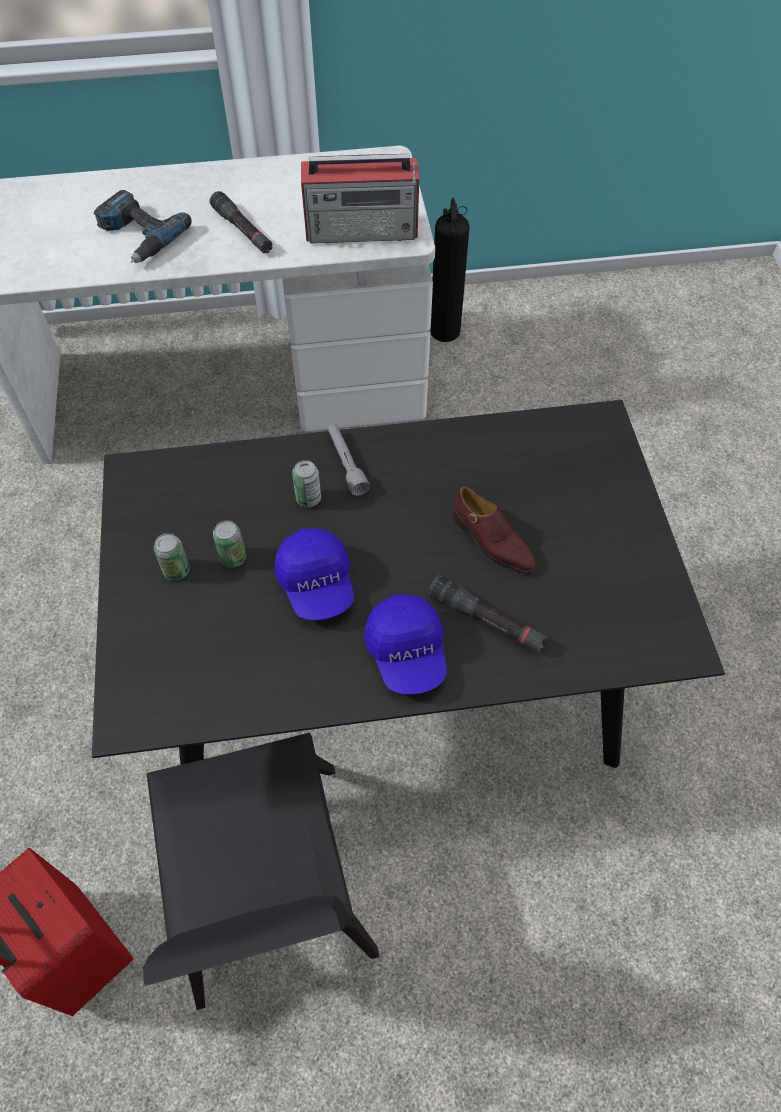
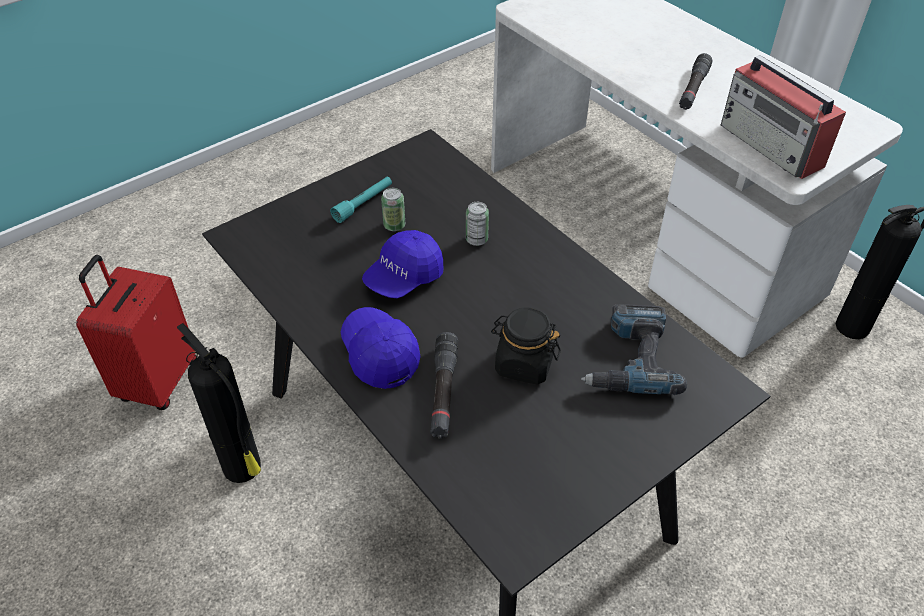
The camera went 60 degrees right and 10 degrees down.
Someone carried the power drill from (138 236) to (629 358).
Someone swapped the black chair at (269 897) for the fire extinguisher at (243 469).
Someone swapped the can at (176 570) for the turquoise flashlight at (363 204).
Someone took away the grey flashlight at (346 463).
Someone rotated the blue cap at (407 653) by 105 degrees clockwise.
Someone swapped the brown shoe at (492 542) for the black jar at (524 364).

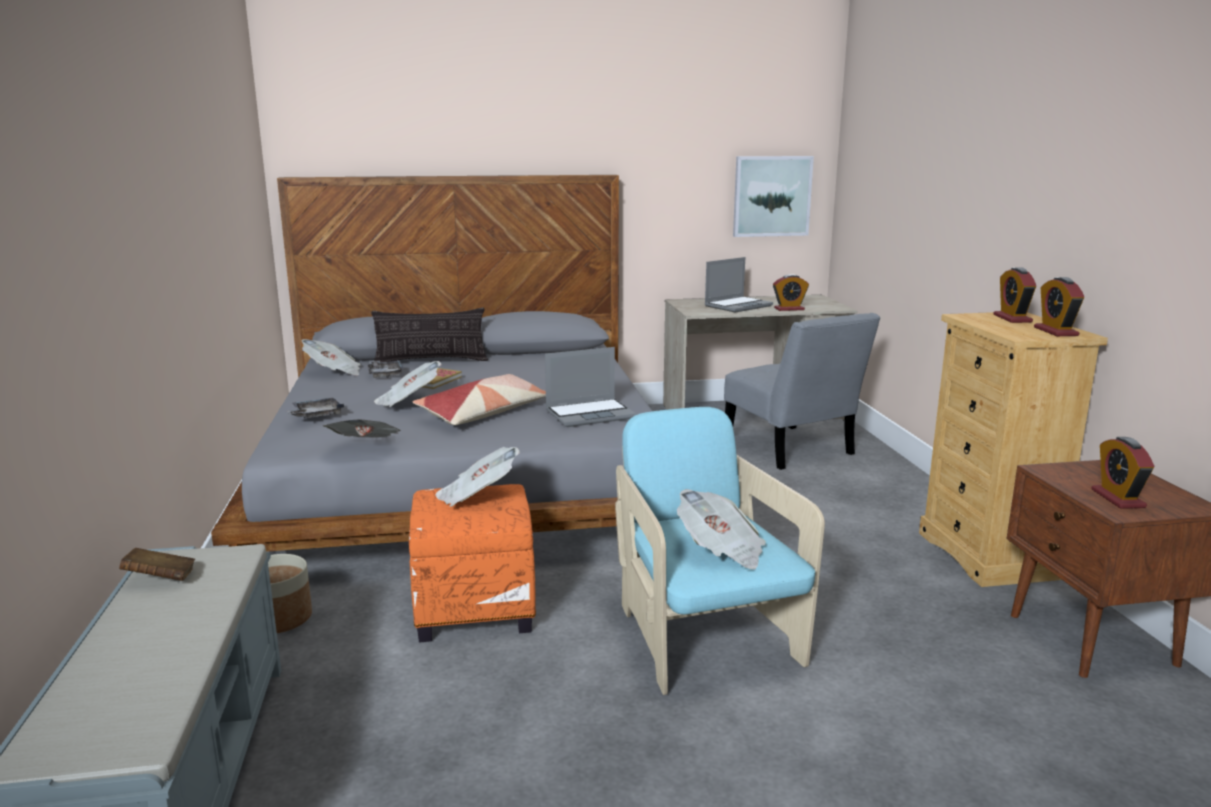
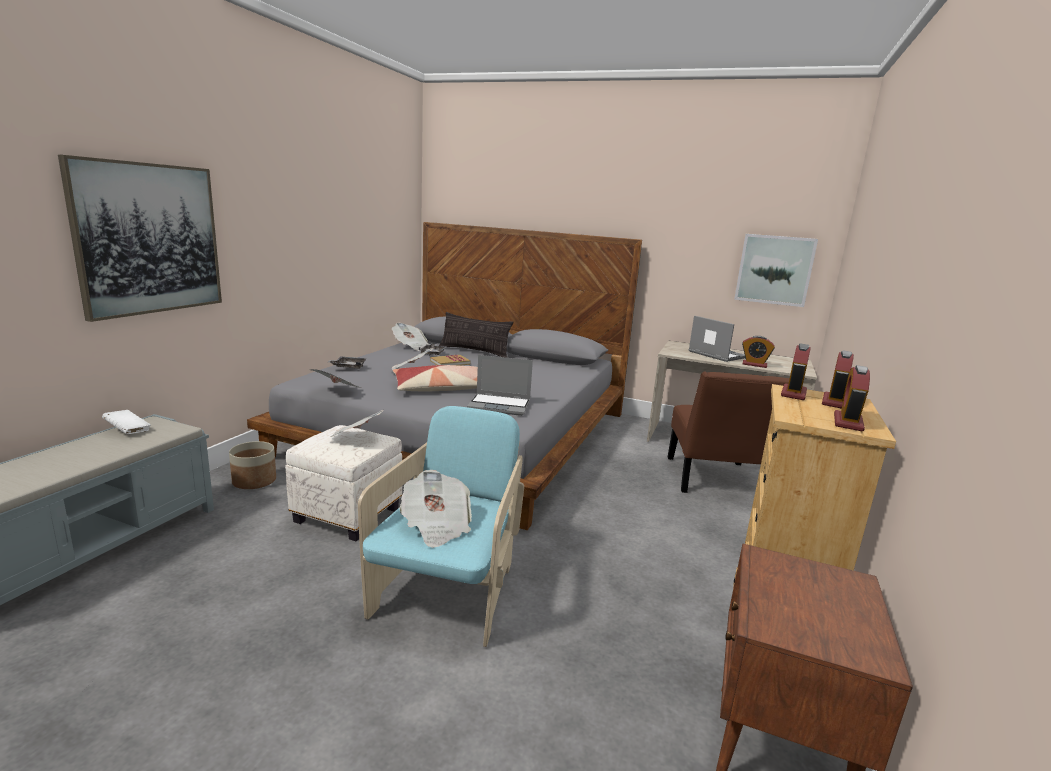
The camera went 30 degrees right and 0 degrees up.
Someone repainted the brown book at (160 579), which became the white book at (128 431).
Someone repainted the orange ottoman at (476 609), which became the white ottoman at (349 515).
Someone rotated the laptop at (738 306) by 120 degrees counterclockwise.
Someone repainted the grey chair at (791 450), which became the brown chair at (713 480).
Someone carried the alarm clock from (1118 498) to (793 393).
Someone put up the picture at (149 239).

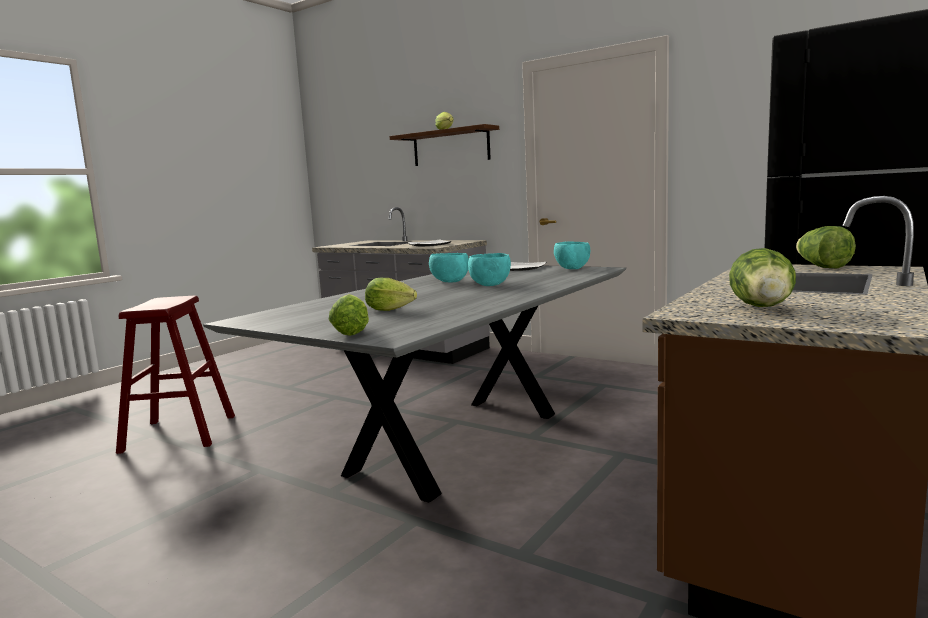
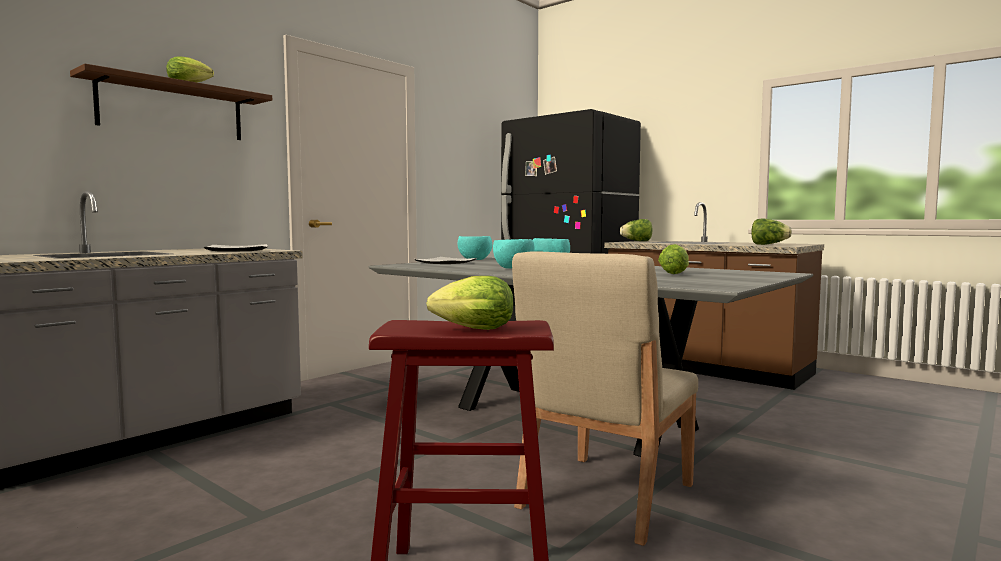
The camera went 85 degrees left and 5 degrees down.
Someone carried the lettuce from (352 332) to (469 329).
Someone put down the beige chair at (604 496).

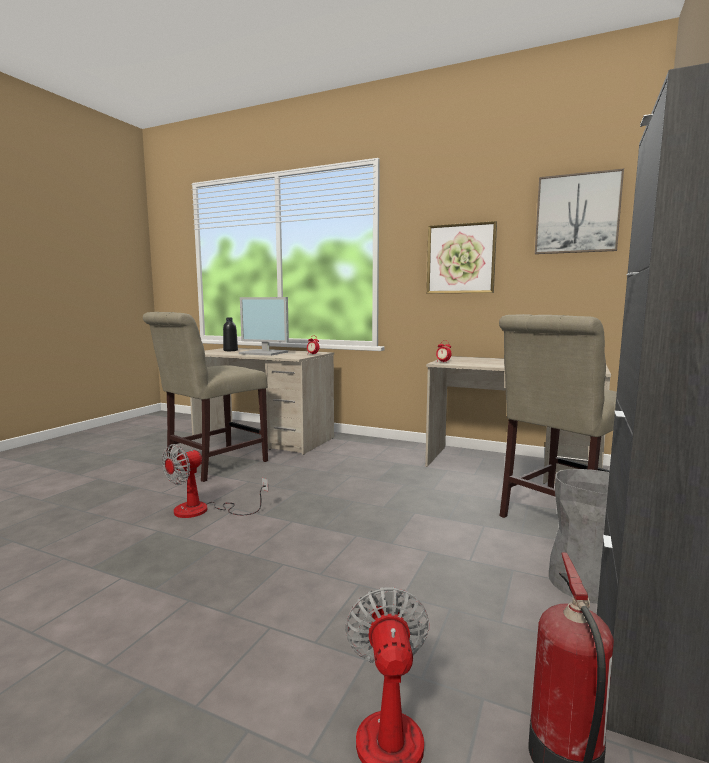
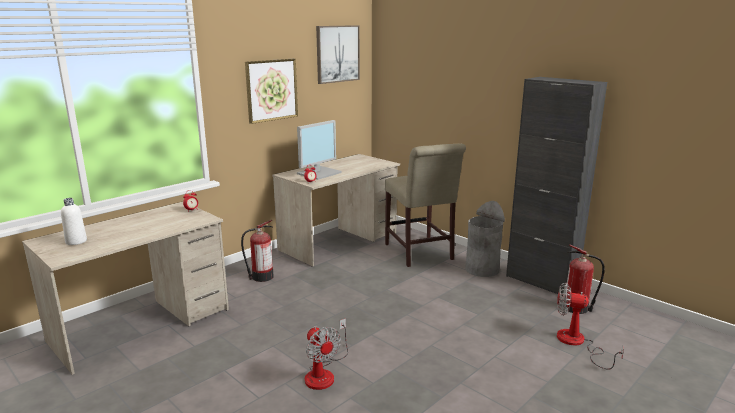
The camera went 70 degrees left and 10 degrees up.
Someone took away the beige chair at (212 465).
Someone repainted the black bottle at (230 350), which became the white bottle at (76 241).
Someone carried the monitor from (265 353) to (319 173).
Someone put down the fire extinguisher at (261 277).

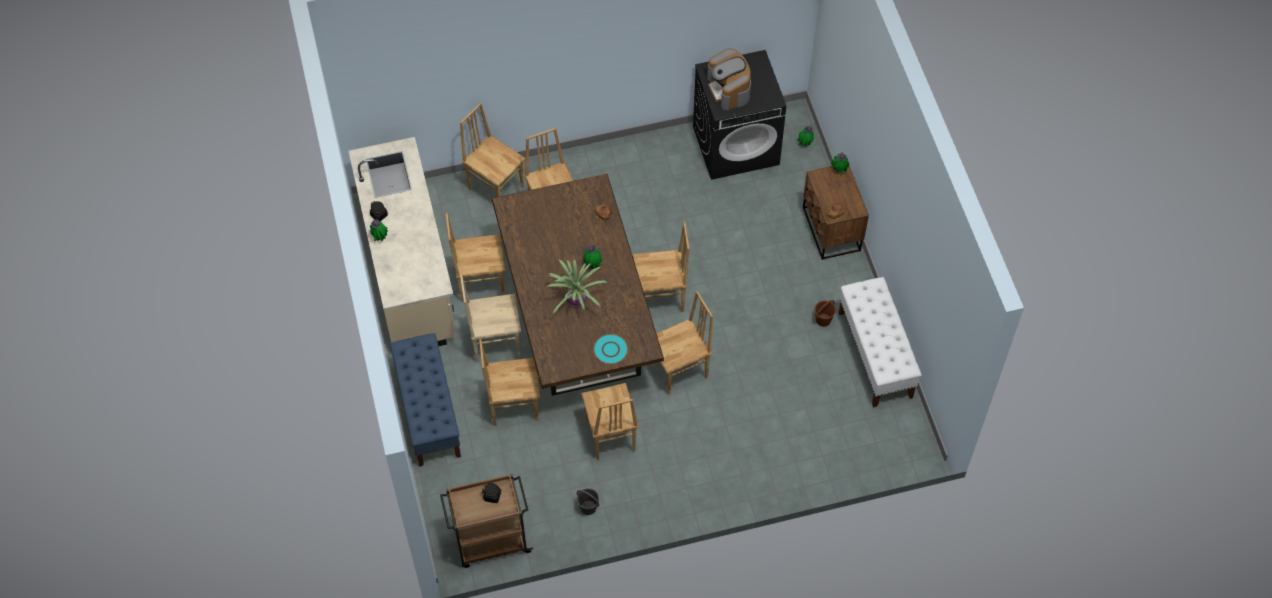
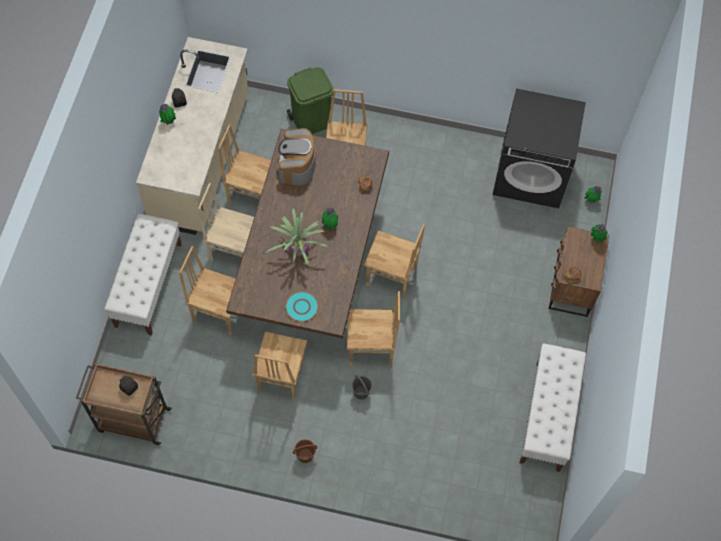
The camera went 25 degrees right and 5 degrees up.
Someone repainted the blue bench at (428 411), which became the white bench at (148 284).
Someone swapped the brown chair at (496 187) for the green trash can at (311 121).
Someone carried the grey bucket from (588 507) to (361 392).
Someone carried the coffee machine from (729 89) to (297 165).
Someone carried the brown bucket from (823 320) to (305 455).

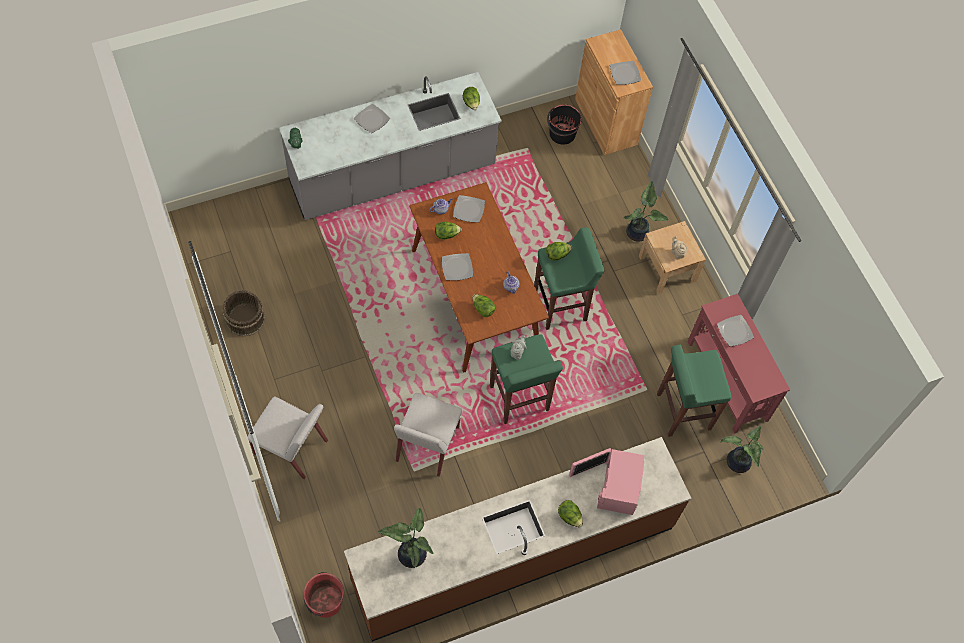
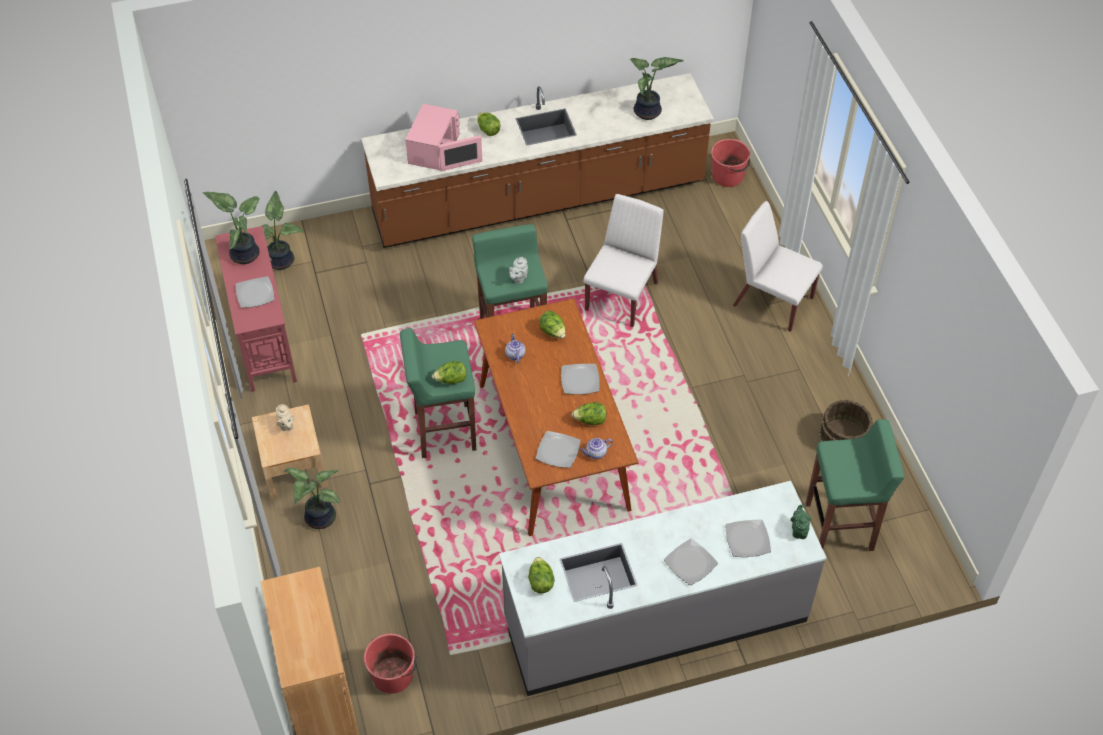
The camera went 170 degrees left and 10 degrees down.
Someone repainted the black bucket at (562 134), which became the red bucket at (393 675).
Someone carried the plate from (625 74) to (747 539).
Someone carried the green stool from (682 411) to (840 527).
Someone put down the potted plant at (244 253).

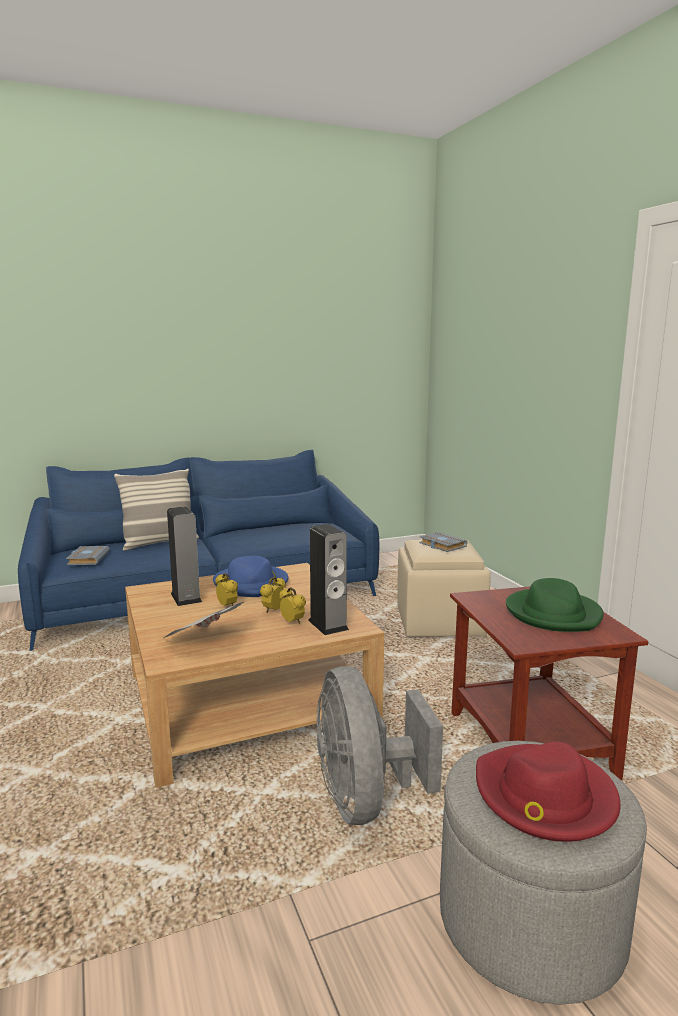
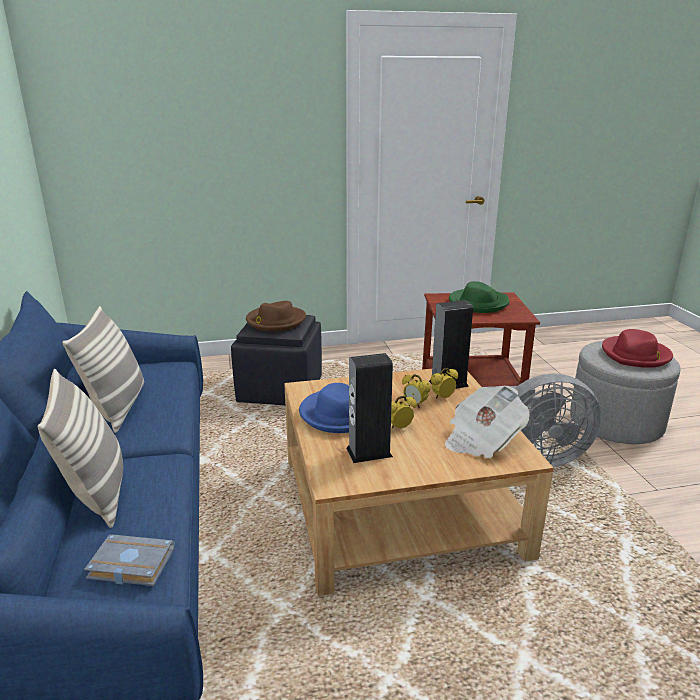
The camera went 80 degrees left and 10 degrees up.
Someone repainted the beige ottoman at (440 623), which became the black ottoman at (281 390).
Someone swapped the grey book at (441 545) for the brown hat at (275 321).
Someone put down the pillow at (118 408).

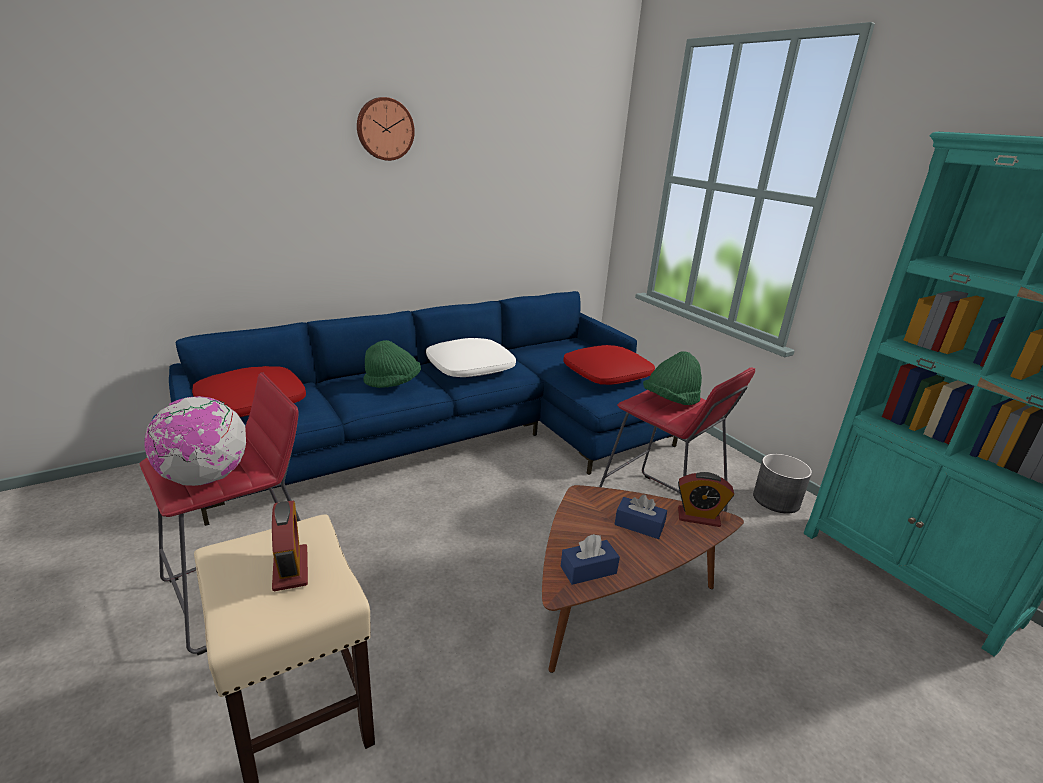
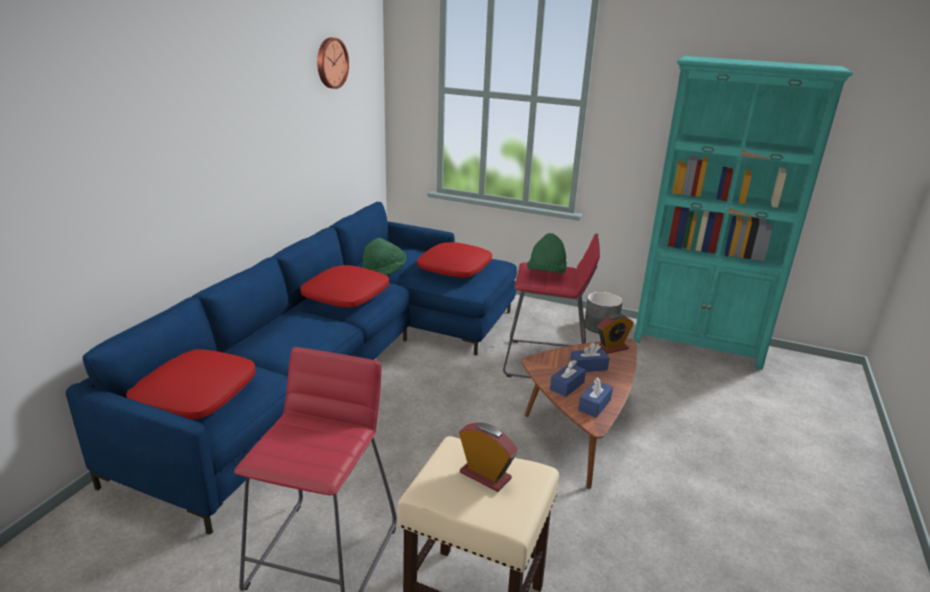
The camera went 35 degrees left and 0 degrees up.
Someone took away the globe at (205 478).
Someone carried the wall clock from (384 129) to (331 63).
Someone carried the green hat from (393 383) to (384 272).
Someone repainted the white pillow at (470 367), which became the red pillow at (346 295).
Someone put down the blue tissue box at (567 386).

